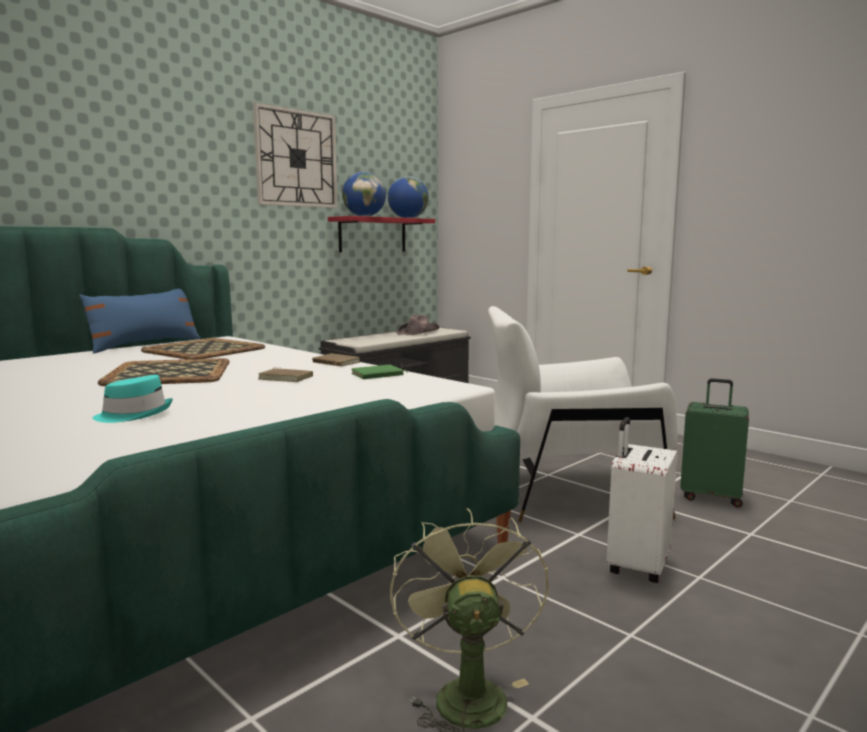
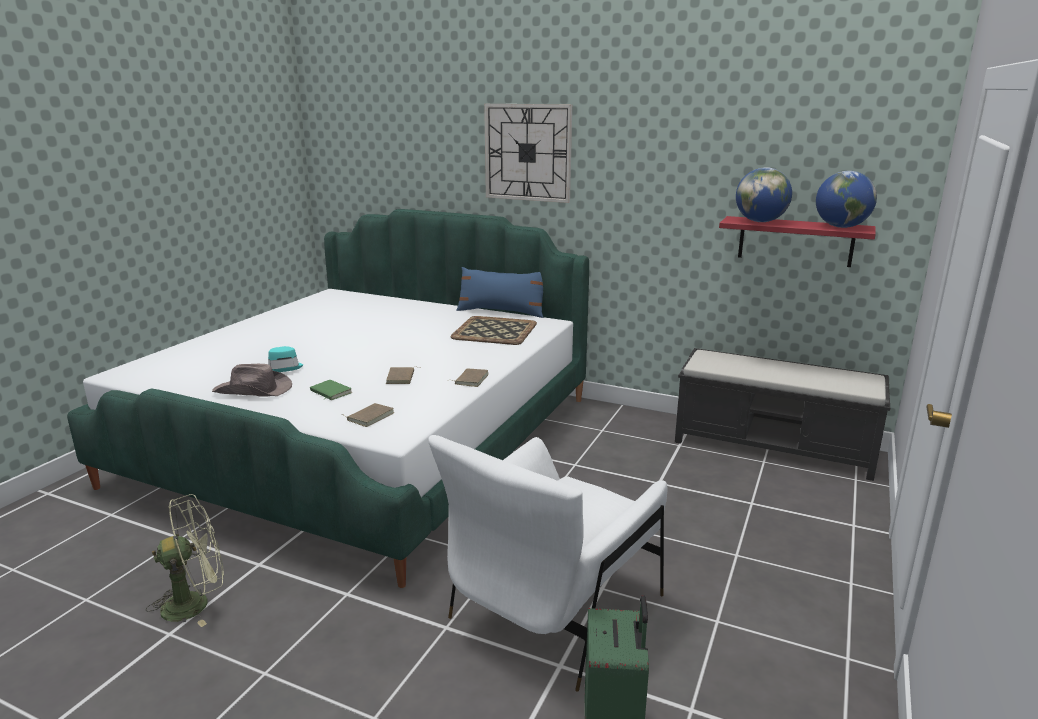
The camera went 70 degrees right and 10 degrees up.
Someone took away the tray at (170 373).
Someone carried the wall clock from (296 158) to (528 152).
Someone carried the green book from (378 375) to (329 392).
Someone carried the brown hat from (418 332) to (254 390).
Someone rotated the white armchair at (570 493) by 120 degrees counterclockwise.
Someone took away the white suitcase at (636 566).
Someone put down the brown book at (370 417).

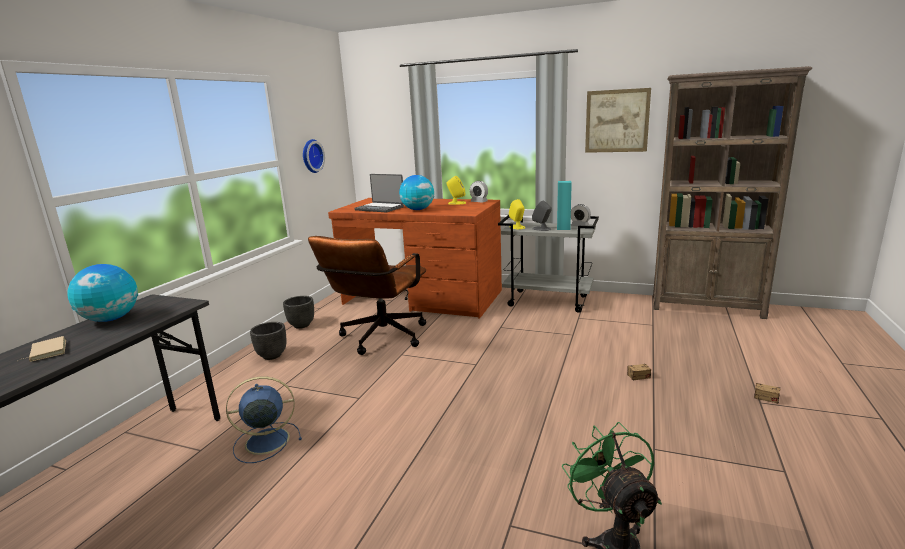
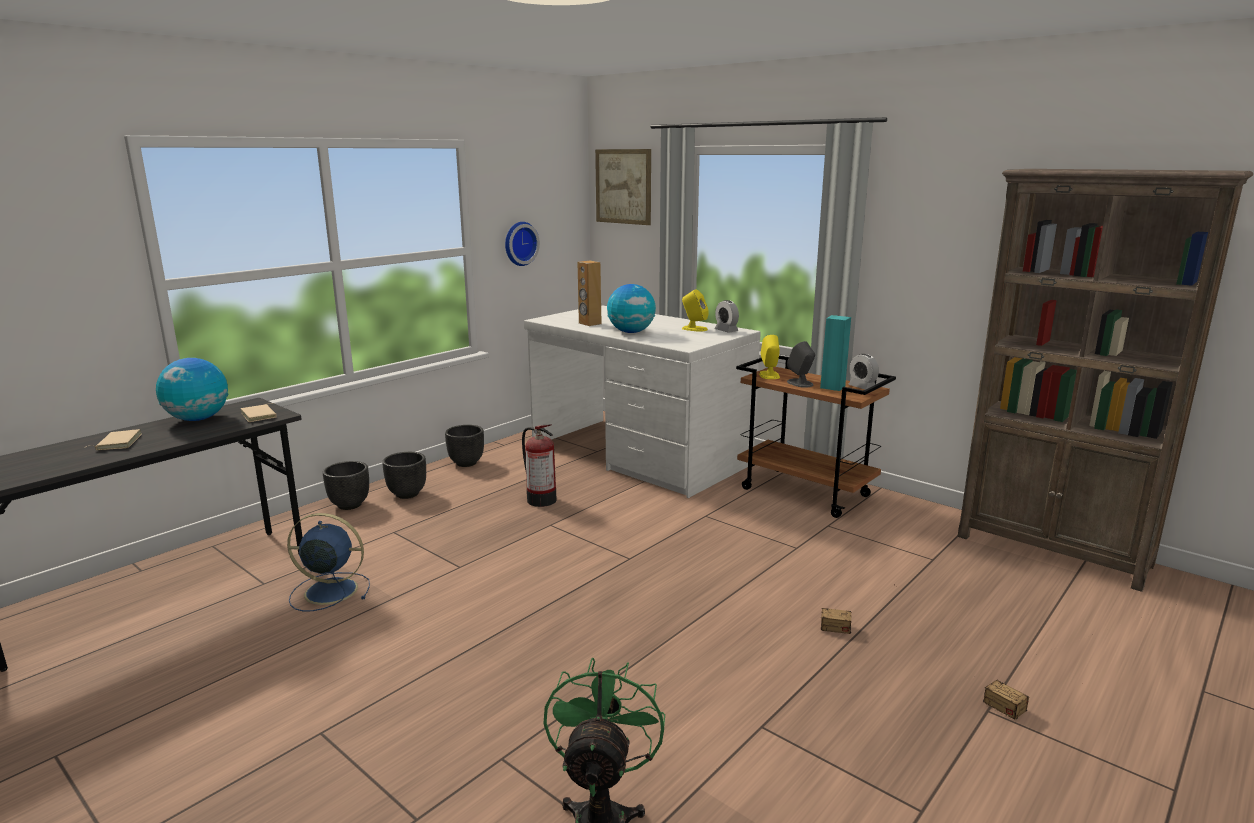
The camera went 20 degrees right and 0 degrees up.
Someone swapped the brown office chair at (379 339) for the fire extinguisher at (540 499).
Someone repainted the brown desk at (423 298), which became the white desk at (638 455).
Someone swapped the laptop at (380 208) for the brown speaker at (589 323).
Someone repainted the grey cart at (548 301), which became the brown cart at (806 492).
Someone carried the picture from (617 121) to (623 186).
Someone put down the beige book at (260 415).
Someone put down the black planter at (350 505).

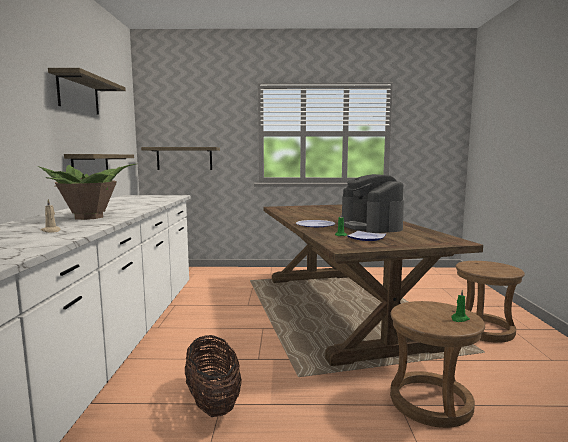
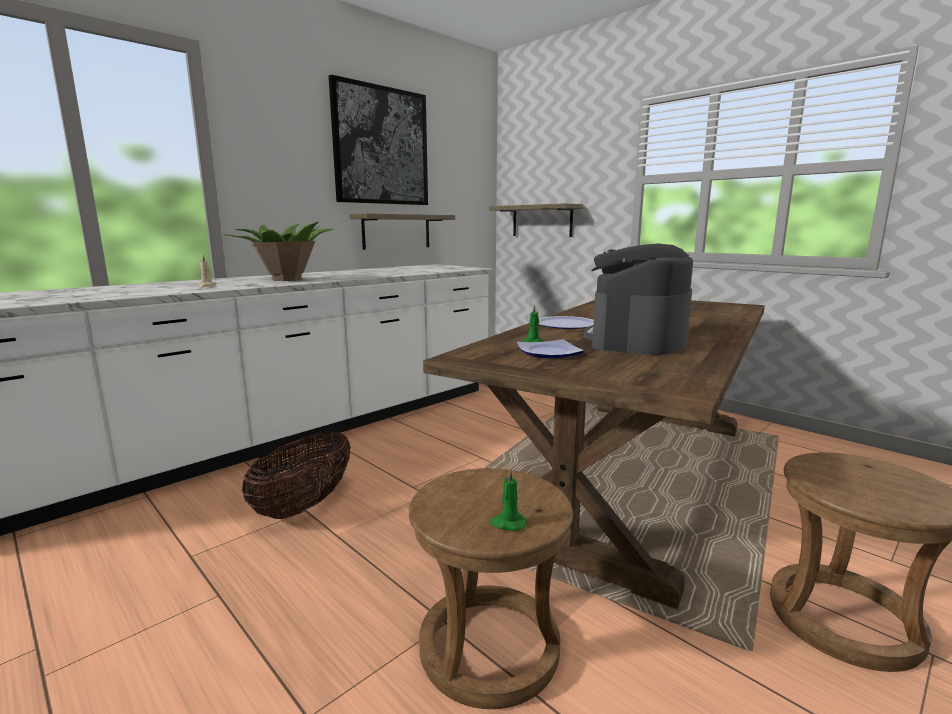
The camera went 45 degrees right and 5 degrees up.
Someone swapped the shelf at (78 94) for the picture at (381 146).

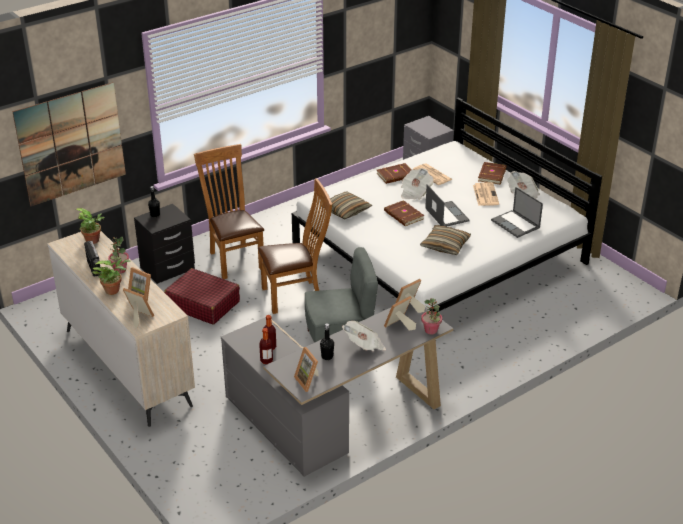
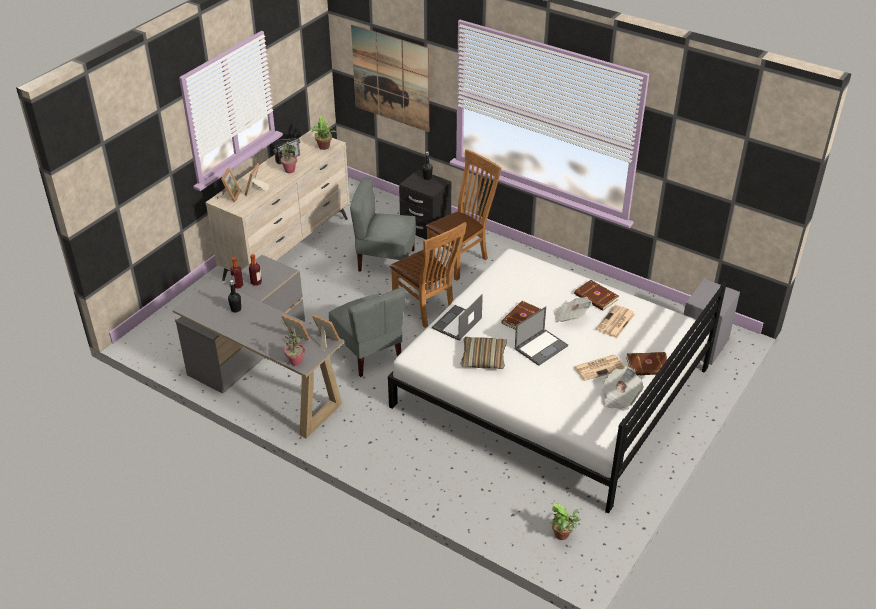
The camera went 70 degrees right and 5 degrees up.
Someone carried the potted plant from (114 290) to (563 535).
Someone swapped the red suitcase at (203 304) for the grey chair at (386 261).
Someone took away the picture frame at (309 381).
Someone took away the pillow at (345 210).
Someone took away the newspaper at (364 346).
Someone carried the laptop from (516 224) to (456 323).

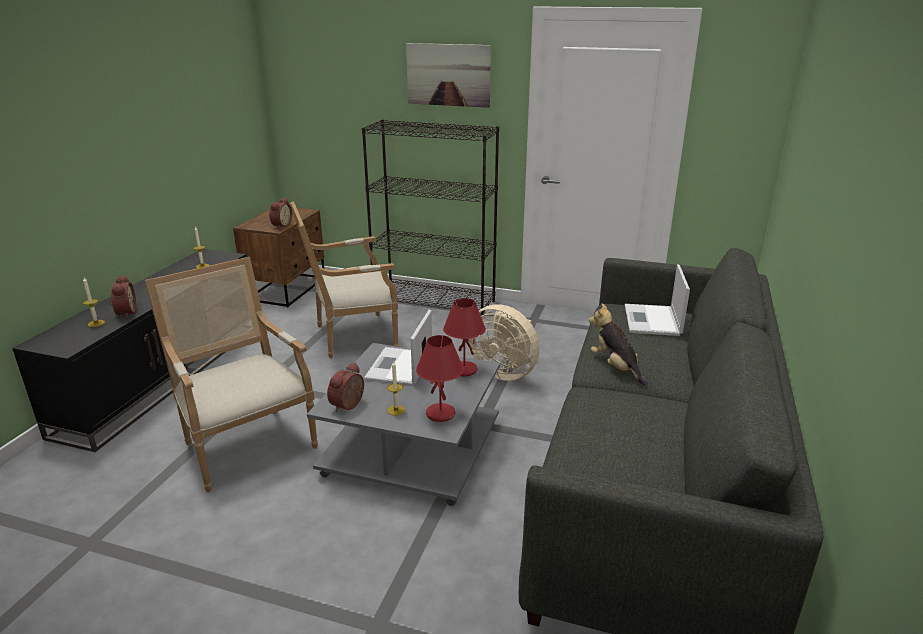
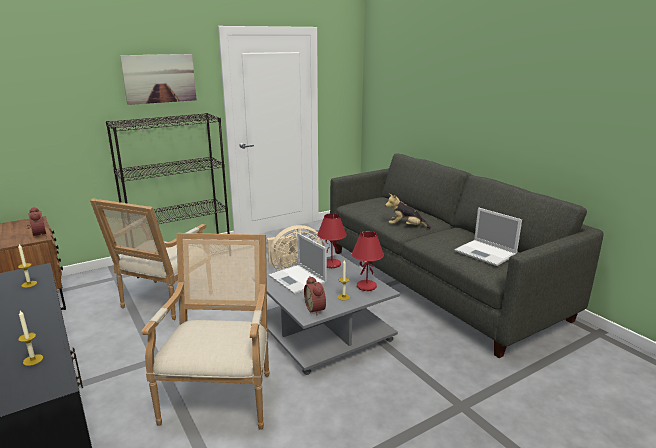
The camera went 50 degrees left and 5 degrees down.
Someone took away the alarm clock at (124 313).
Someone rotated the armchair at (245 444) by 90 degrees clockwise.
Someone carried the laptop from (652 321) to (486 253).

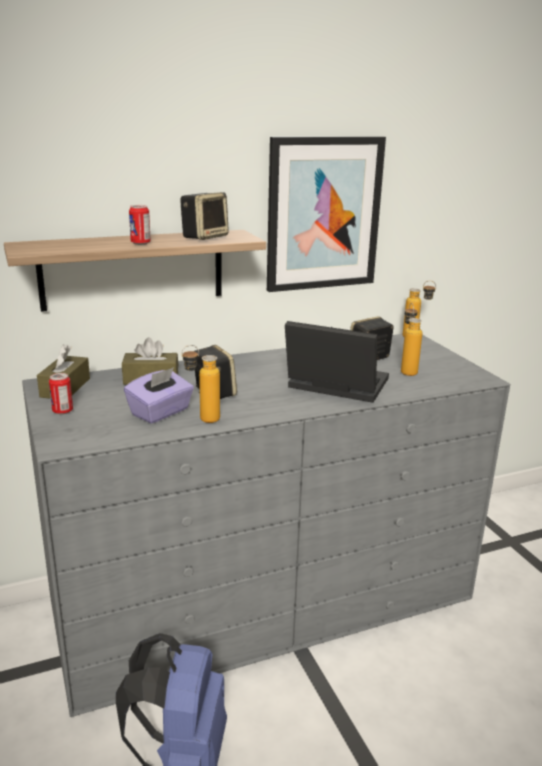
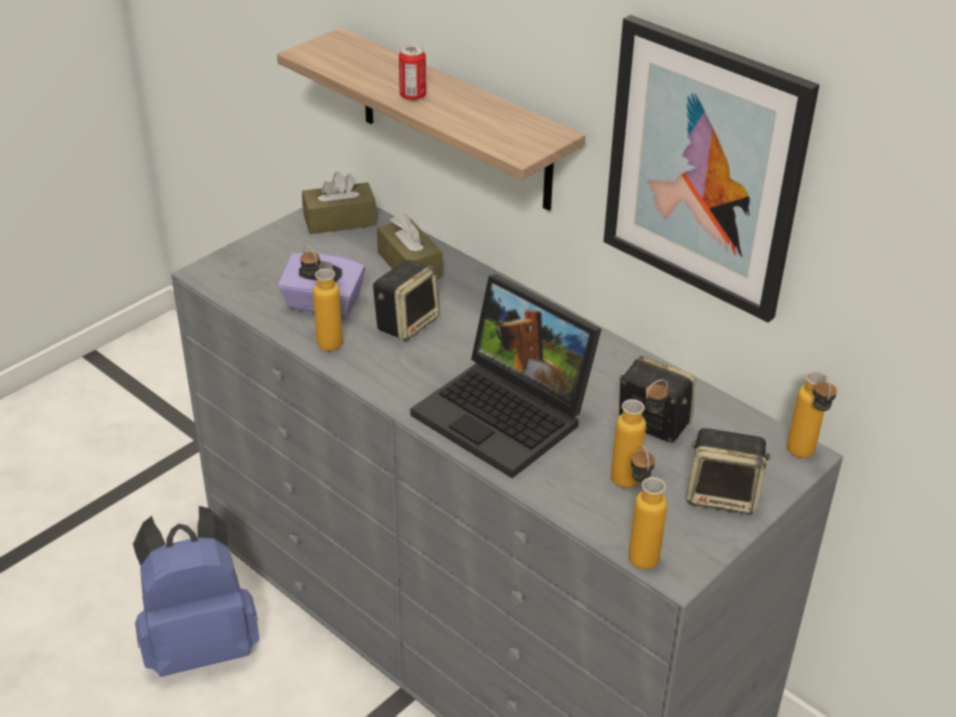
The camera went 65 degrees right and 15 degrees up.
Someone took away the can at (62 411).
Someone carried the speaker from (205 237) to (723 495).
Someone rotated the laptop at (333 386) by 135 degrees clockwise.
Someone put down the bottle at (638 550).

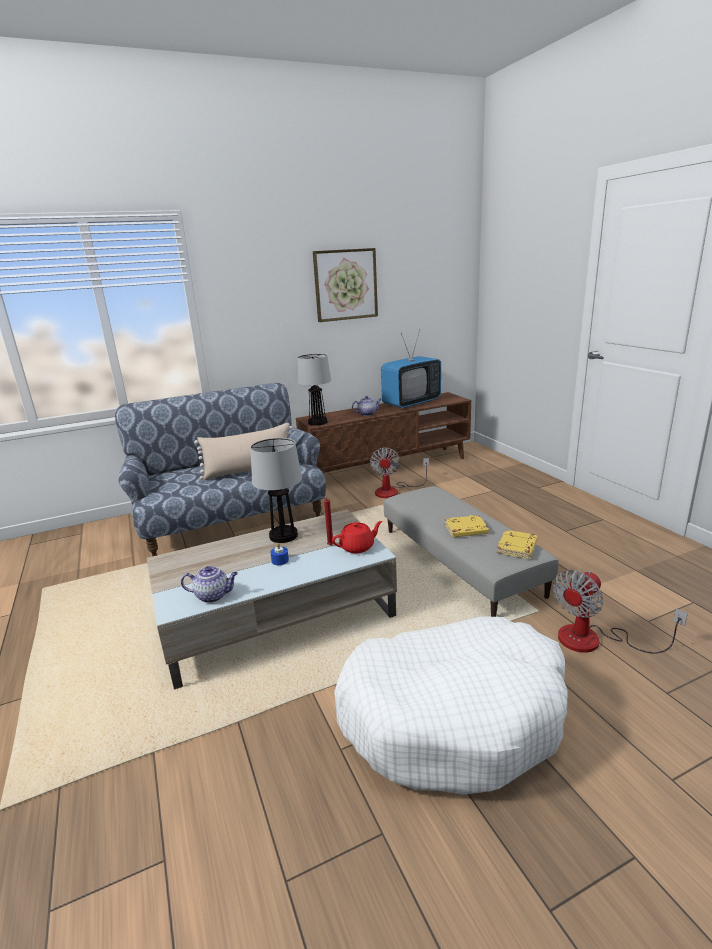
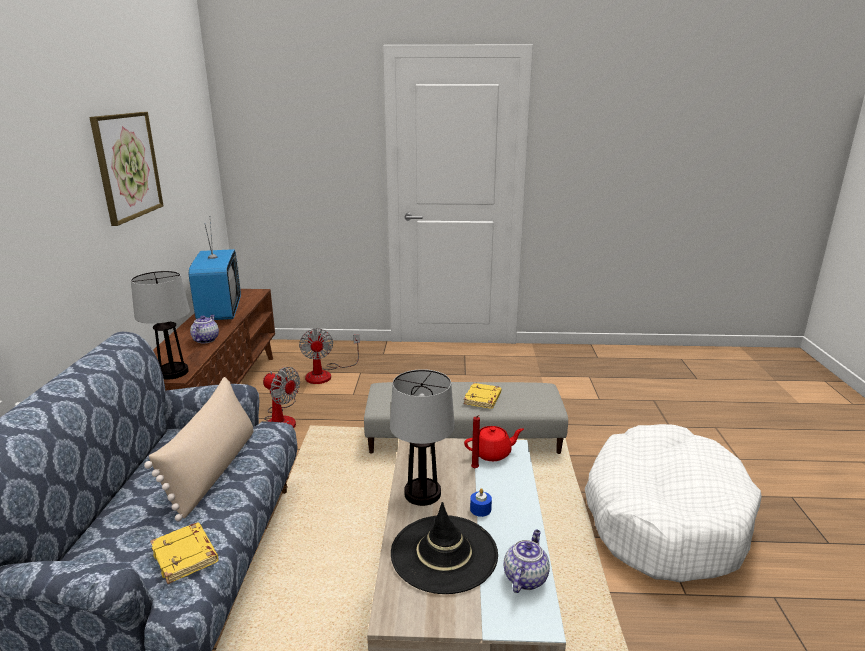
The camera went 65 degrees left and 0 degrees up.
Someone rotated the red teapot at (358 547) by 75 degrees clockwise.
Someone carried the yellow book from (517 548) to (186 556).
Someone carried the fan from (594 640) to (325 374).
Someone put down the black hat at (444 553).

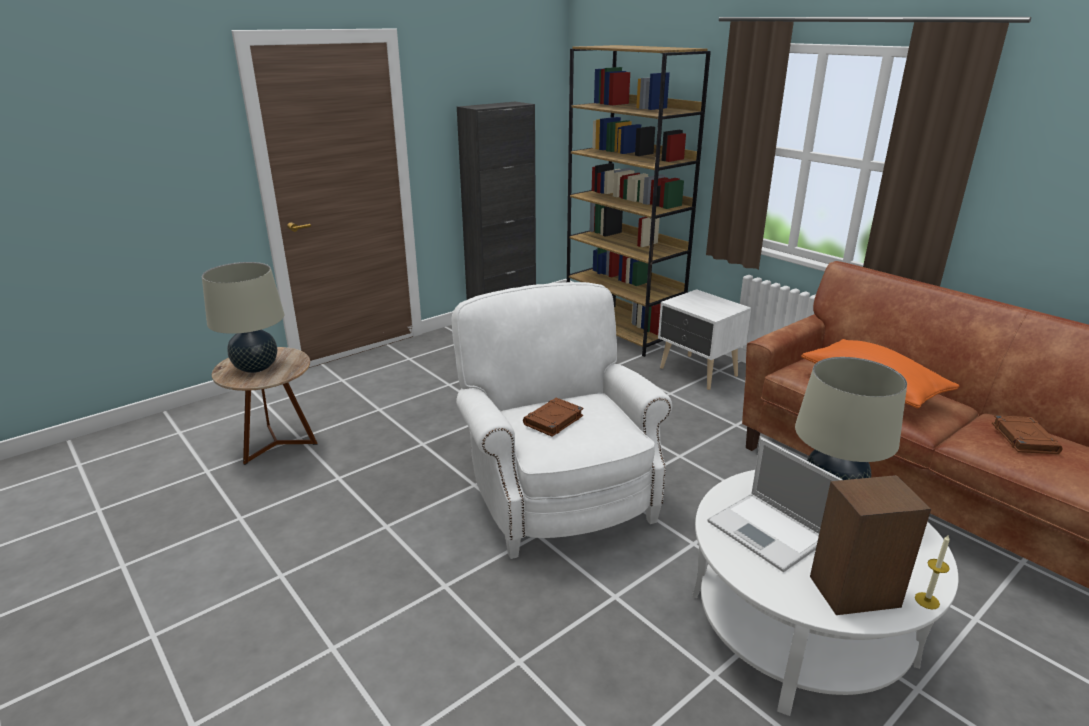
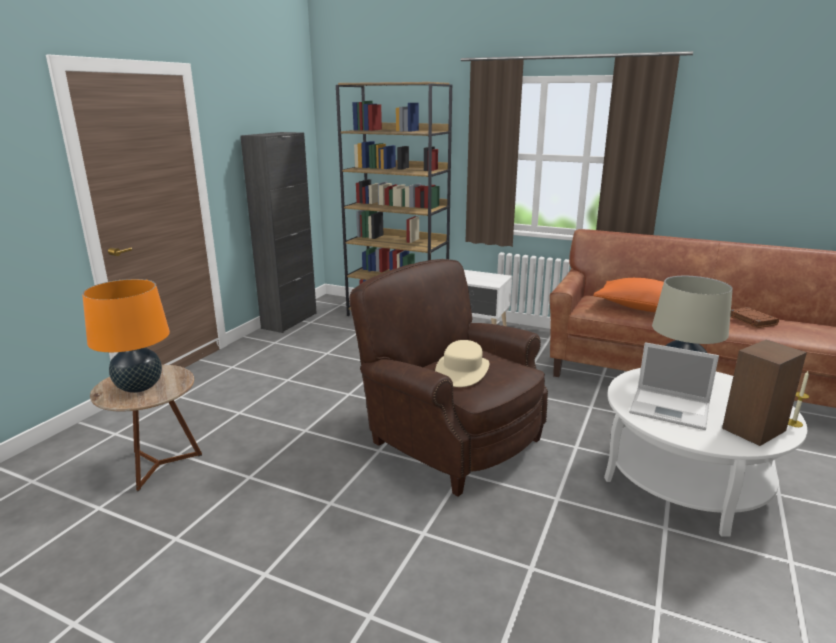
The camera went 25 degrees left and 5 degrees down.
Someone repainted the beige table lamp at (256 368), which became the orange table lamp at (139 387).
Someone repainted the white armchair at (556 492), which became the brown armchair at (449 438).
Someone swapped the brown book at (553 420) for the beige hat at (462 371).

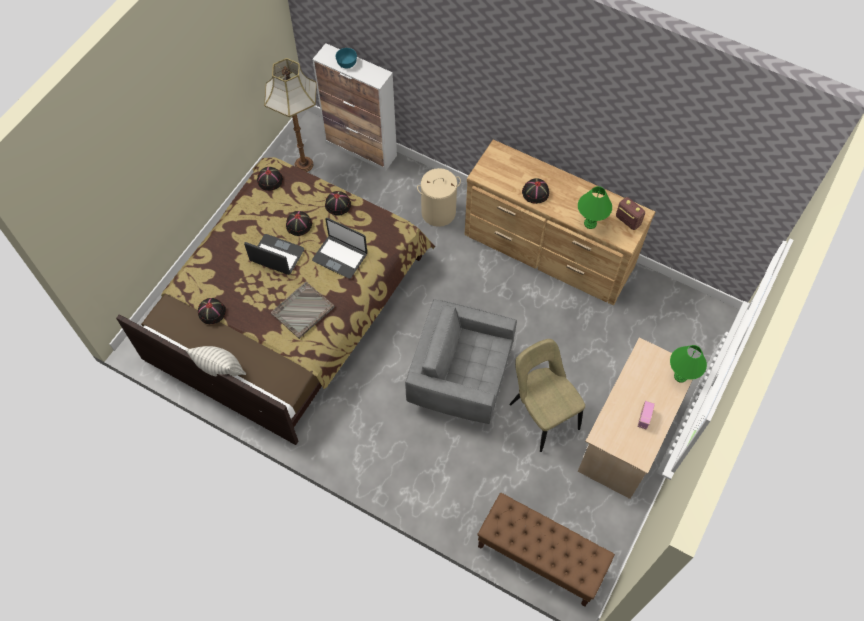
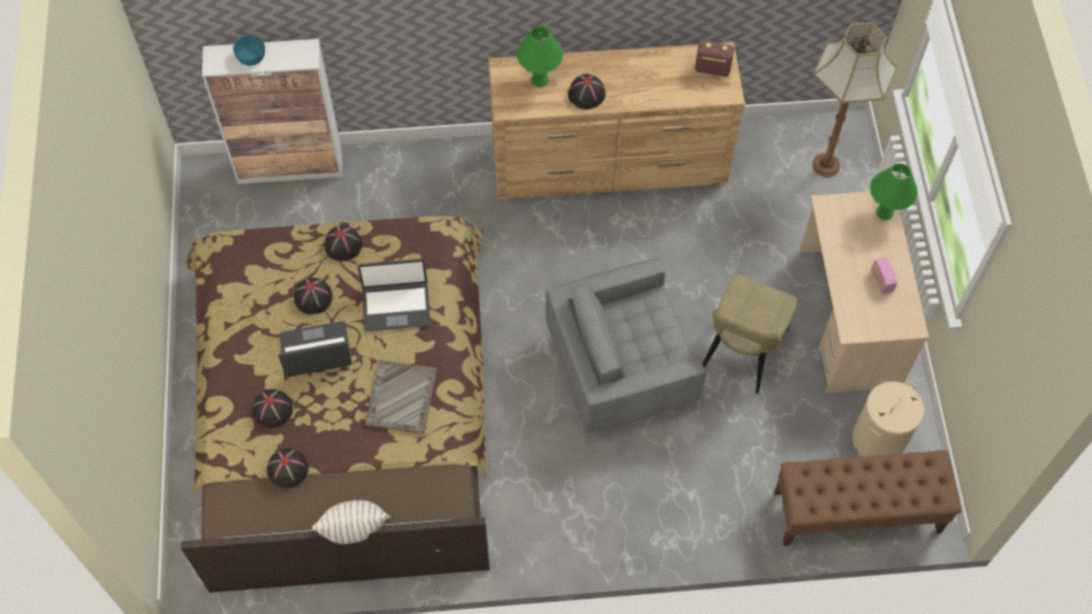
The camera went 35 degrees left and 0 degrees up.
Someone carried the black hat from (269 180) to (272 409).
Someone carried the floor lamp from (304 164) to (826 164).
Someone carried the beige laundry basket from (438 212) to (878 439).
Someone rotated the beige chair at (542 414) by 90 degrees counterclockwise.
Someone carried the green table lamp from (590 223) to (539 80).

